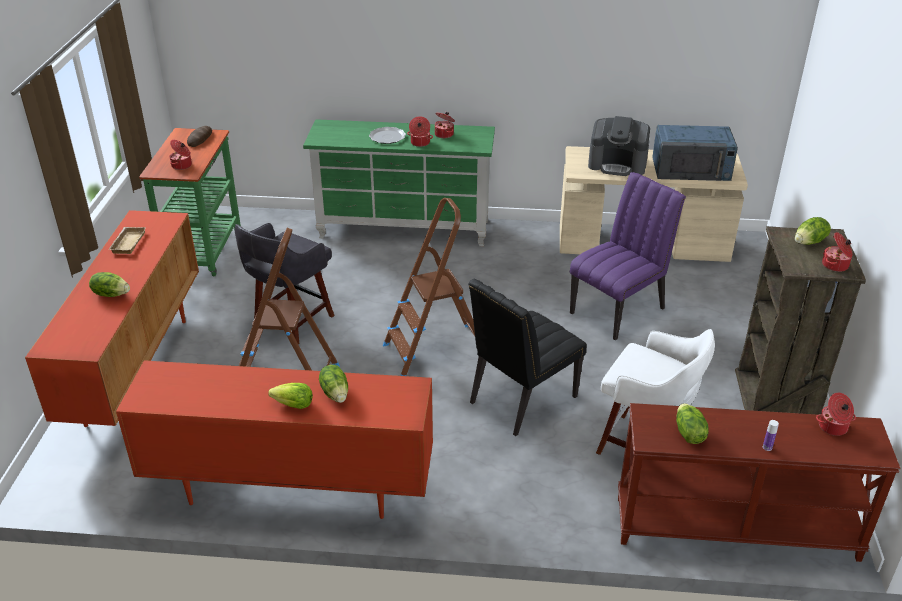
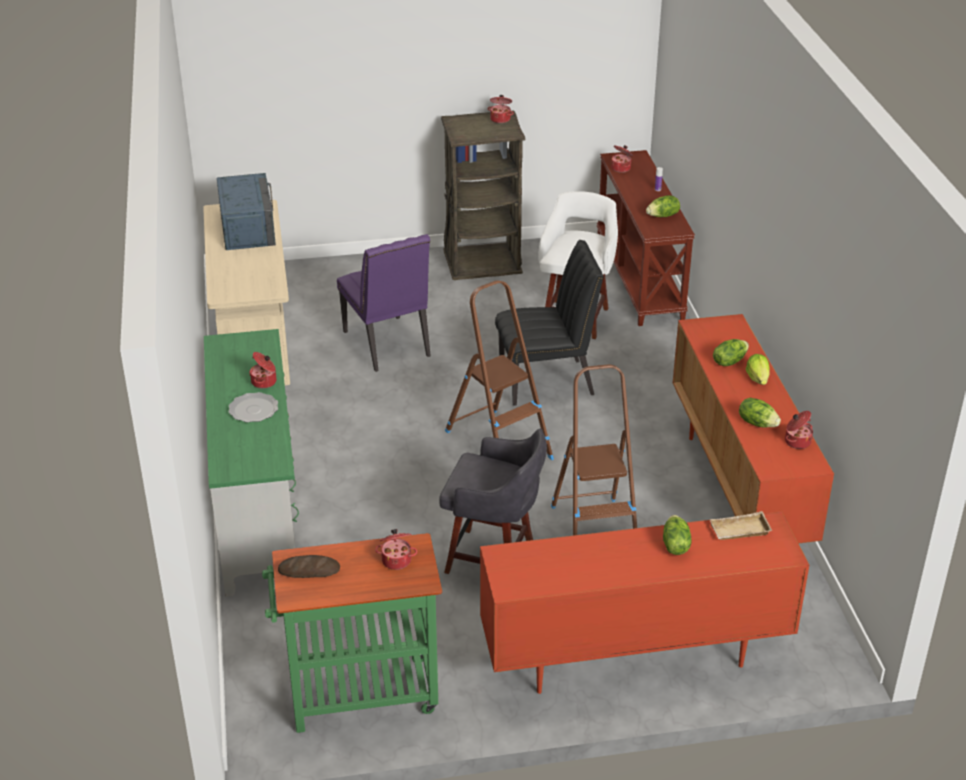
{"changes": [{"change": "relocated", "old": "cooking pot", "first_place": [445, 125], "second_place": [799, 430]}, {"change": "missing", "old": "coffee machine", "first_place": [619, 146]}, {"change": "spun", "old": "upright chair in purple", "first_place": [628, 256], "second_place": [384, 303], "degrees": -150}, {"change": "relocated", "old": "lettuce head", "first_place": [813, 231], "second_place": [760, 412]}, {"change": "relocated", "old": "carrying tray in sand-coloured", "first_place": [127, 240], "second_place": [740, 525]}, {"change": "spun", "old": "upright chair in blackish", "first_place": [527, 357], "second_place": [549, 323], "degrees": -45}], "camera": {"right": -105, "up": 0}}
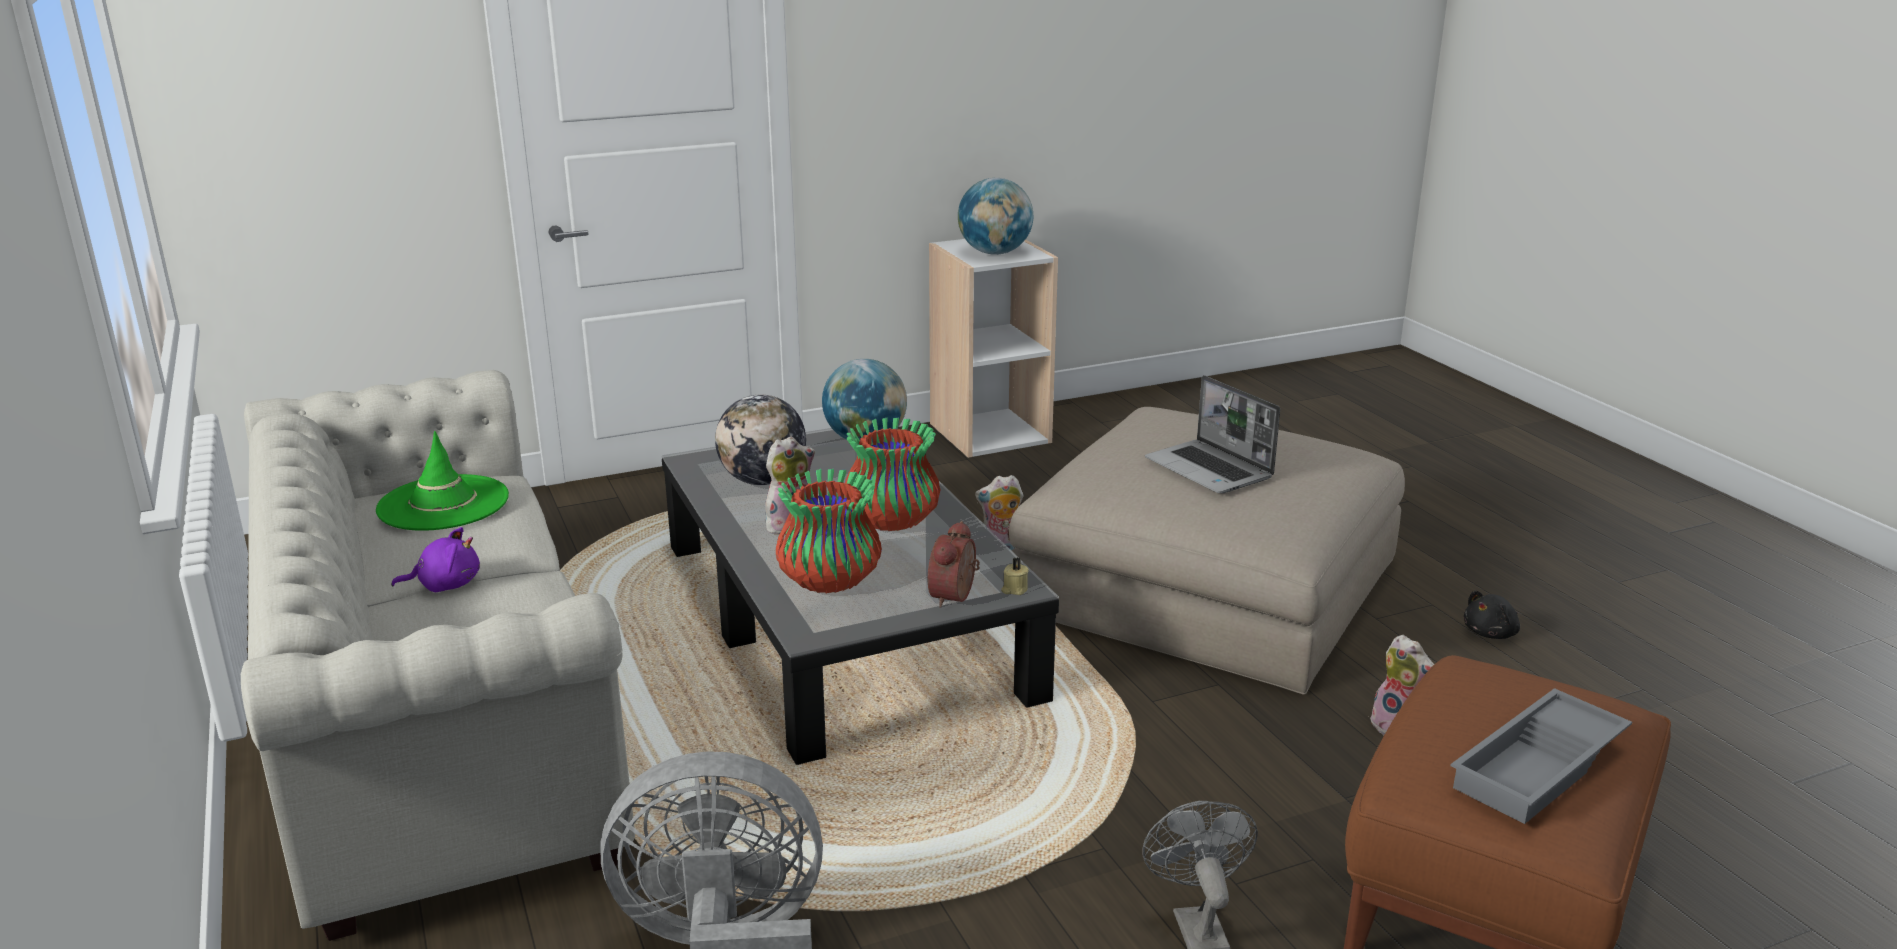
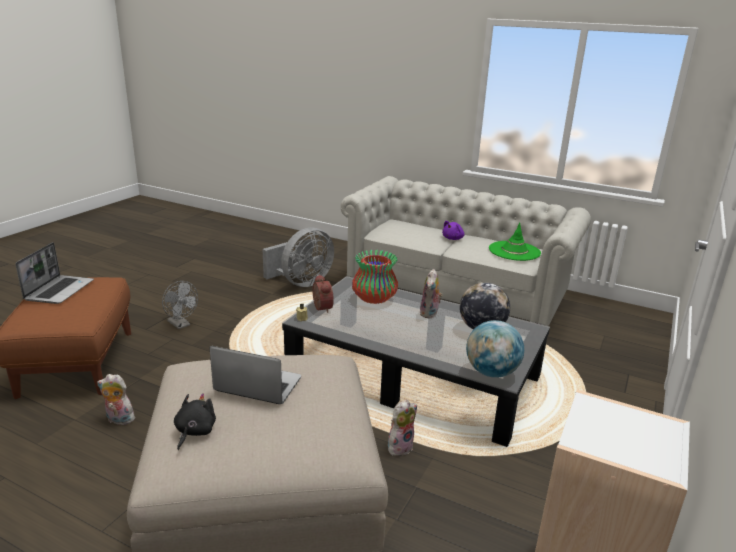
{"changes": [{"change": "missing", "old": "desk globe", "first_place": [995, 216]}, {"change": "missing", "old": "flower vase", "first_place": [892, 474]}, {"change": "relocated", "old": "plush toy in blackish", "first_place": [1492, 614], "second_place": [195, 421]}, {"change": "exchanged", "old": "carrying tray in grey", "new": "notebook computer", "first_place": [1541, 756], "second_place": [54, 273]}], "camera": {"right": 140, "up": 0}}
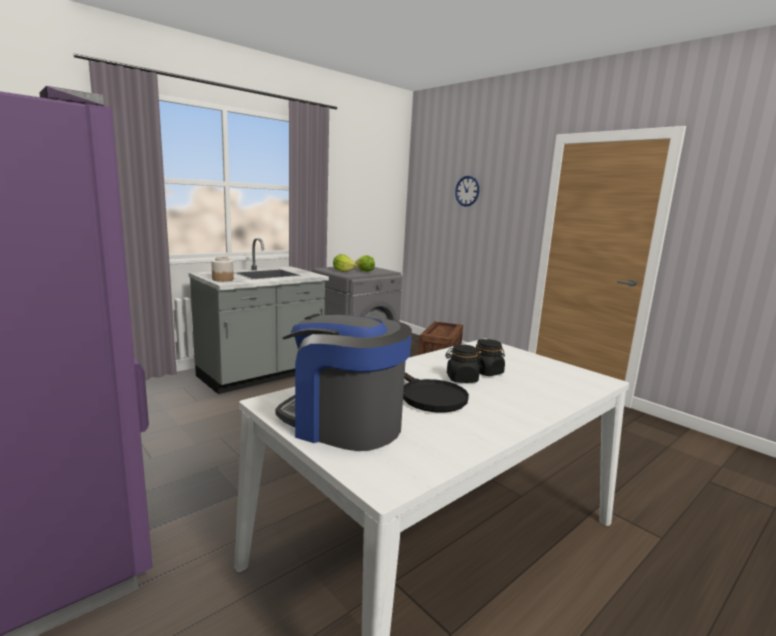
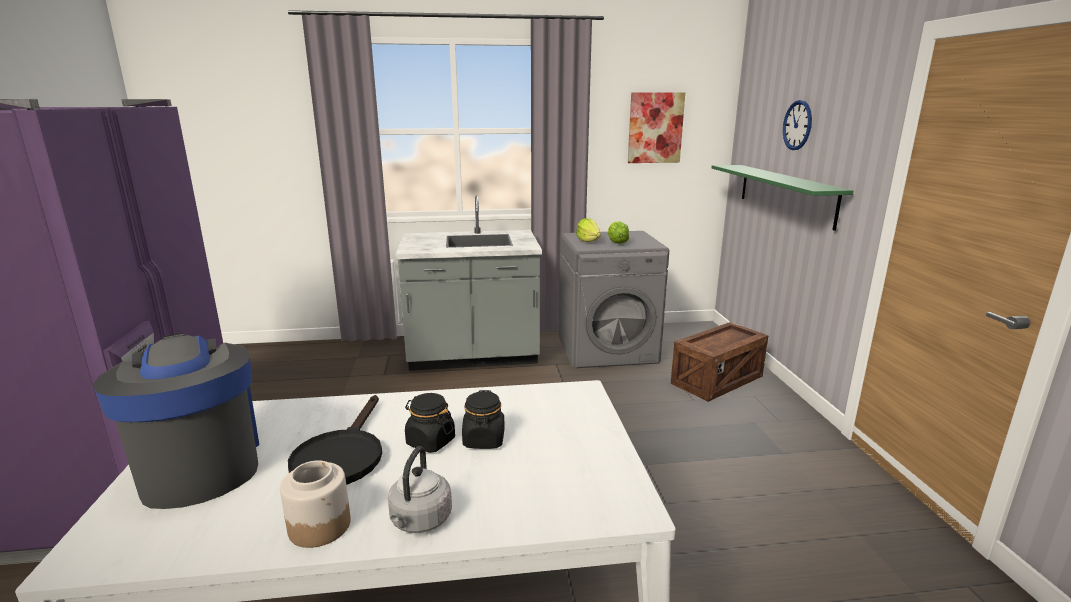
{"changes": [{"change": "relocated", "old": "jar", "first_place": [222, 269], "second_place": [315, 504]}, {"change": "appeared", "new": "wall art", "second_place": [656, 127]}, {"change": "appeared", "new": "shelf in green", "second_place": [782, 198]}, {"change": "appeared", "new": "water kettle in grey", "second_place": [420, 489]}], "camera": {"right": 35, "up": 5}}
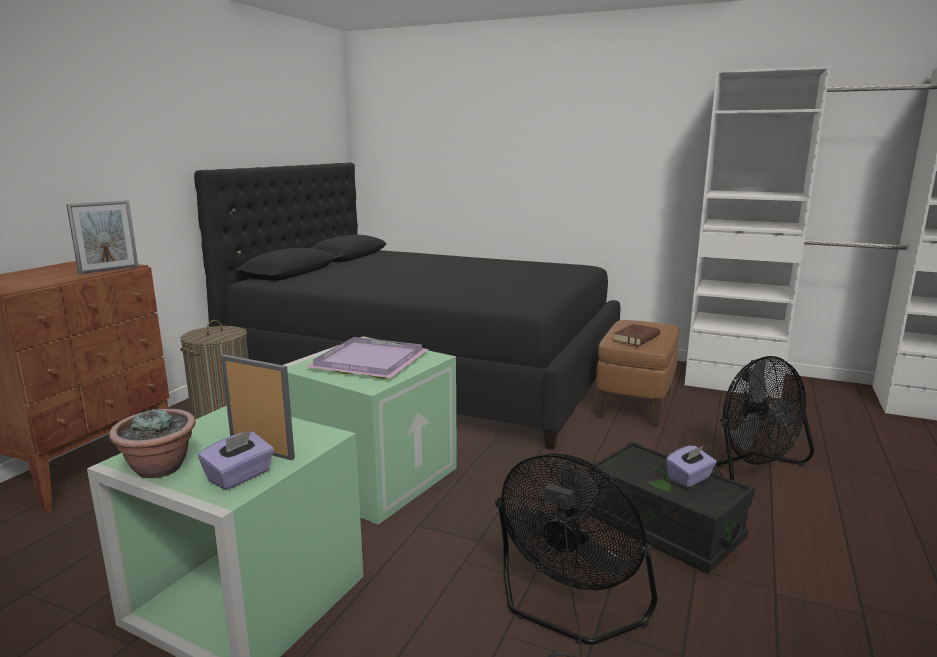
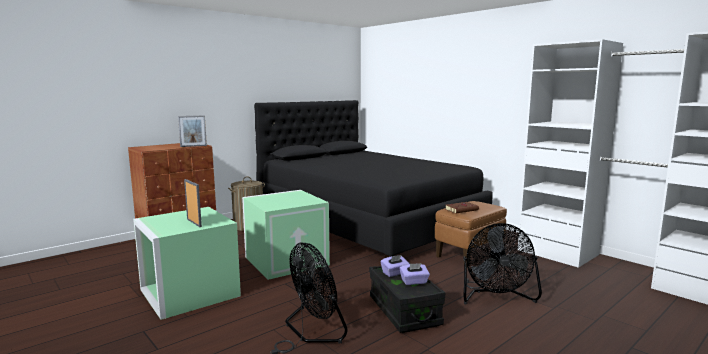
{"changes": [{"change": "missing", "old": "carrying tray in purple", "first_place": [367, 358]}, {"change": "missing", "old": "plant in a pot", "first_place": [152, 443]}, {"change": "relocated", "old": "tissue holder in purple", "first_place": [236, 460], "second_place": [394, 266]}], "camera": {"right": 25, "up": -5}}
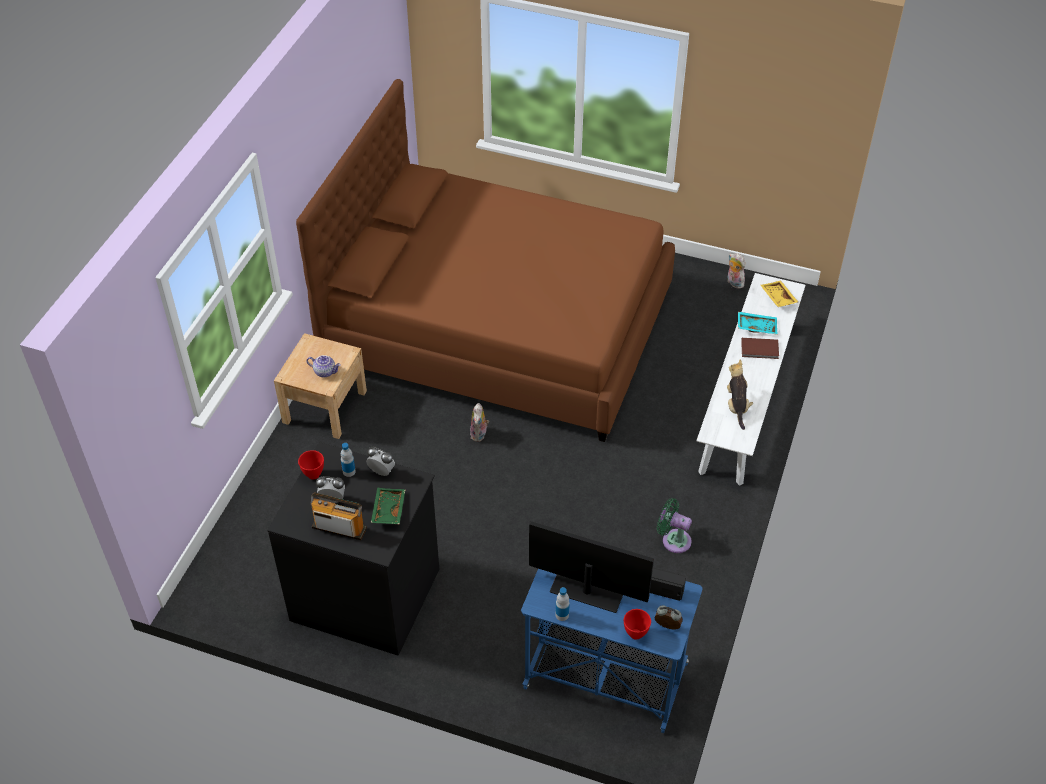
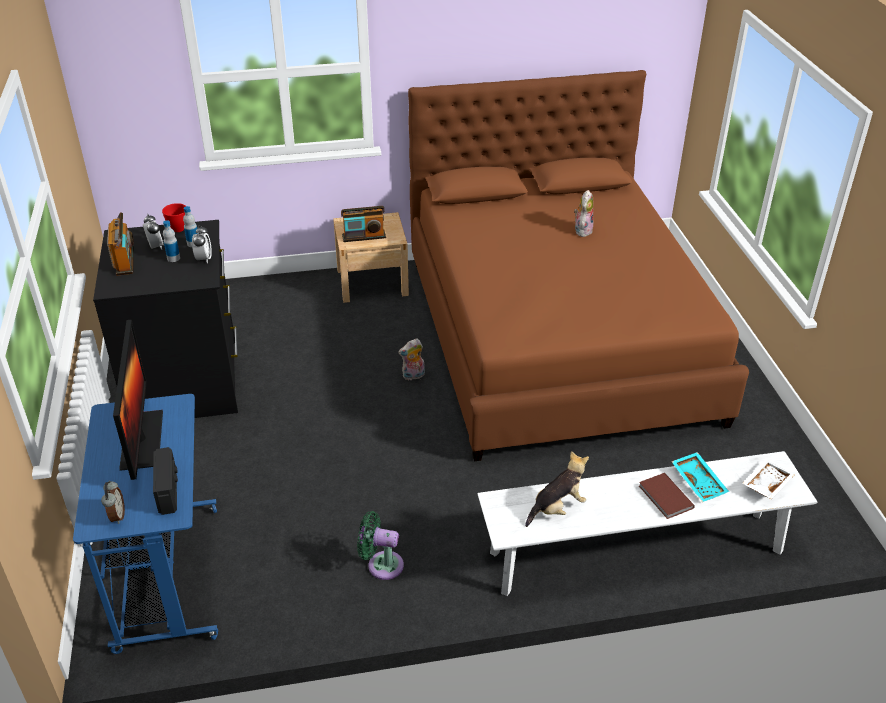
{"changes": [{"change": "relocated", "old": "plush toy", "first_place": [736, 271], "second_place": [583, 213]}, {"change": "colour", "old": "carrying tray in yellow-coloured", "new": "carrying tray in white-coloured", "first_place": [779, 294], "second_place": [768, 479]}, {"change": "exchanged", "old": "pot for tea", "new": "radio set", "first_place": [324, 366], "second_place": [363, 224]}, {"change": "missing", "old": "carrying tray in green", "first_place": [388, 506]}, {"change": "spun", "old": "cooling fan in green", "first_place": [674, 525], "second_place": [380, 545], "degrees": -75}, {"change": "relocated", "old": "drink bottle", "first_place": [562, 604], "second_place": [171, 241]}, {"change": "missing", "old": "serving bowl in red", "first_place": [637, 624]}], "camera": {"right": 60, "up": -10}}
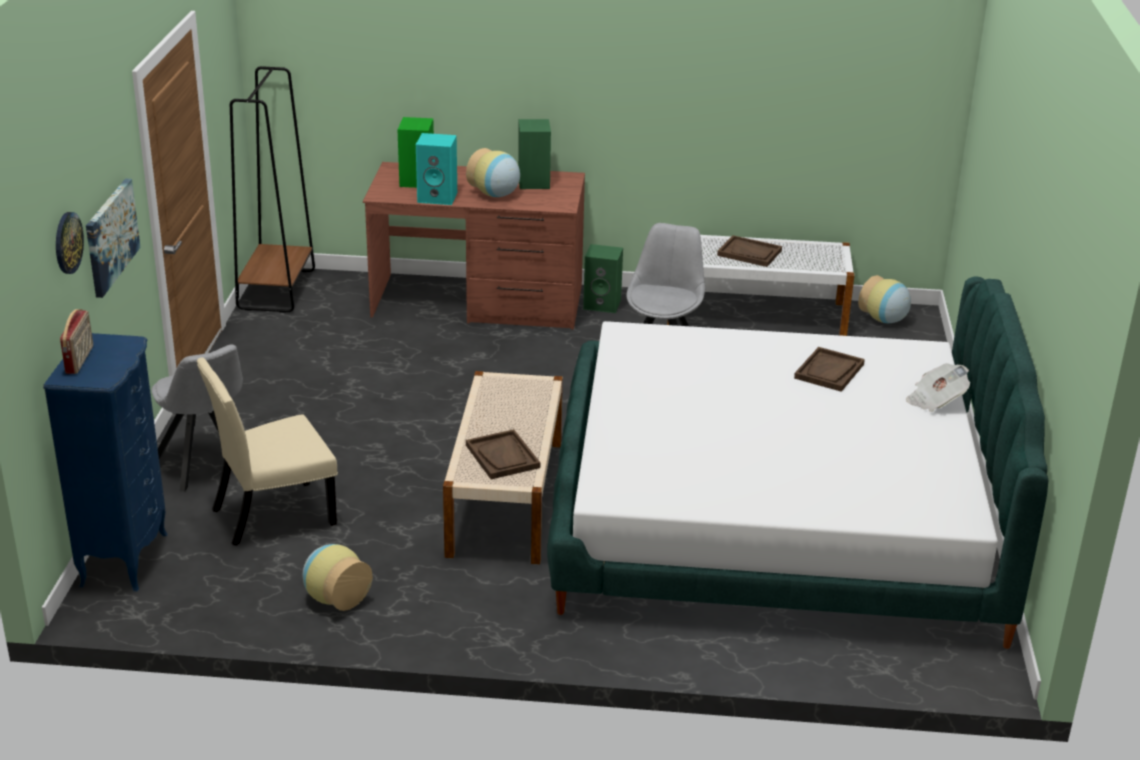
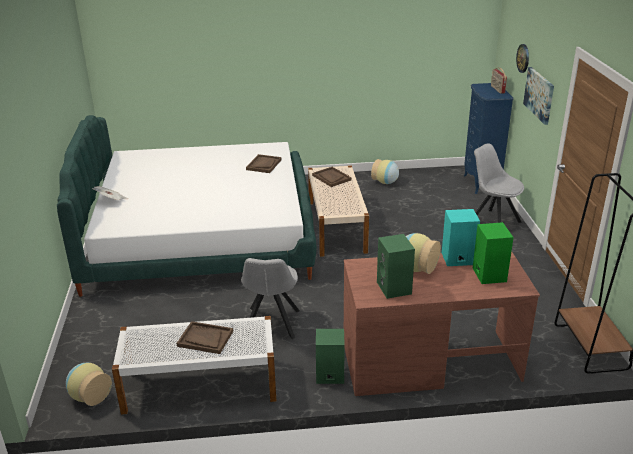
{"changes": [{"change": "relocated", "old": "carrying tray in brownish", "first_place": [829, 369], "second_place": [263, 163]}, {"change": "missing", "old": "upright chair in sand-coloured", "first_place": [267, 452]}], "camera": {"right": 170, "up": 0}}
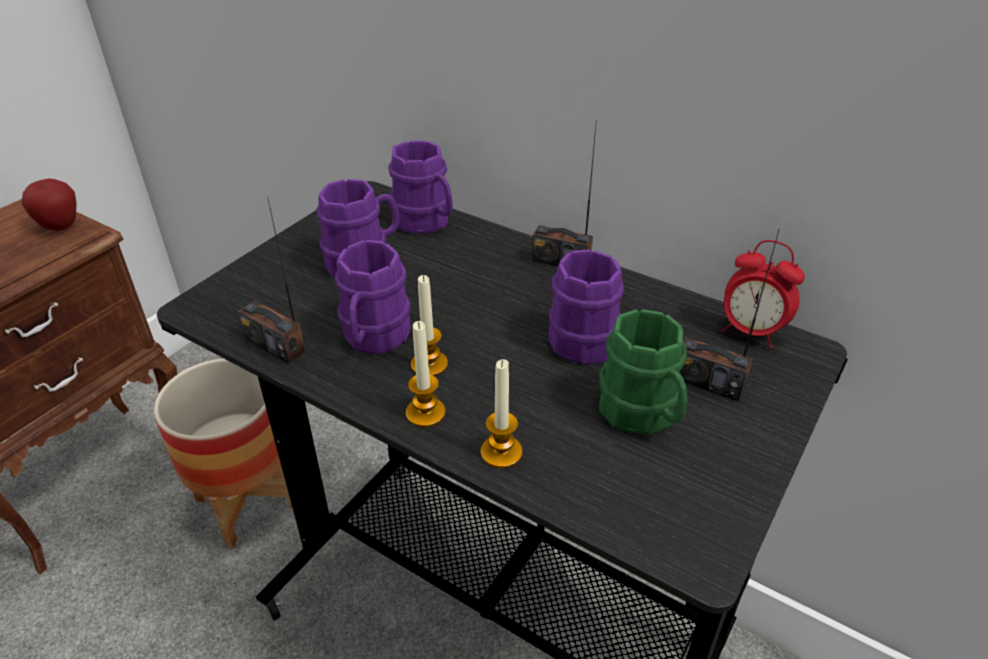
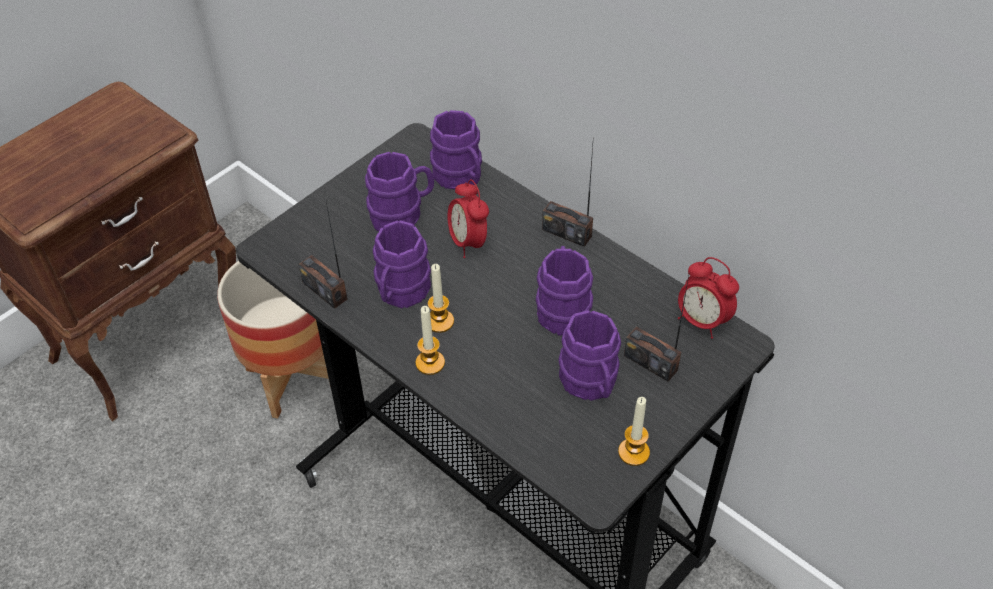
{"changes": [{"change": "missing", "old": "apple", "first_place": [49, 205]}, {"change": "colour", "old": "coffee mug in green", "new": "coffee mug in purple", "first_place": [643, 372], "second_place": [589, 355]}, {"change": "relocated", "old": "wax light", "first_place": [501, 413], "second_place": [634, 431]}, {"change": "appeared", "new": "table clock", "second_place": [468, 219]}], "camera": {"right": 10, "up": 10}}
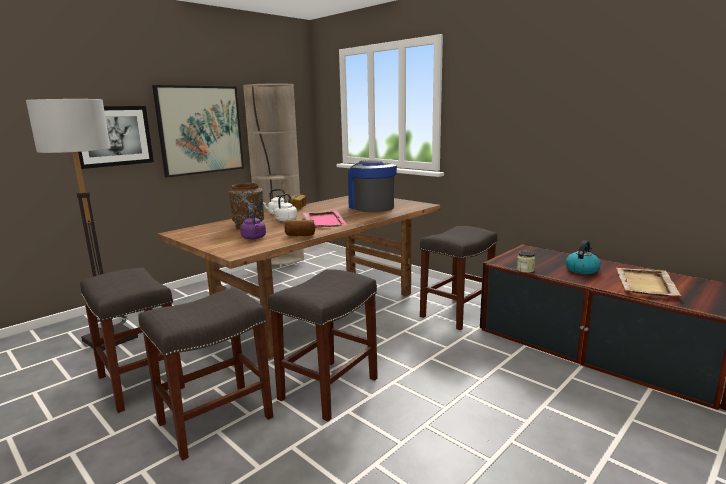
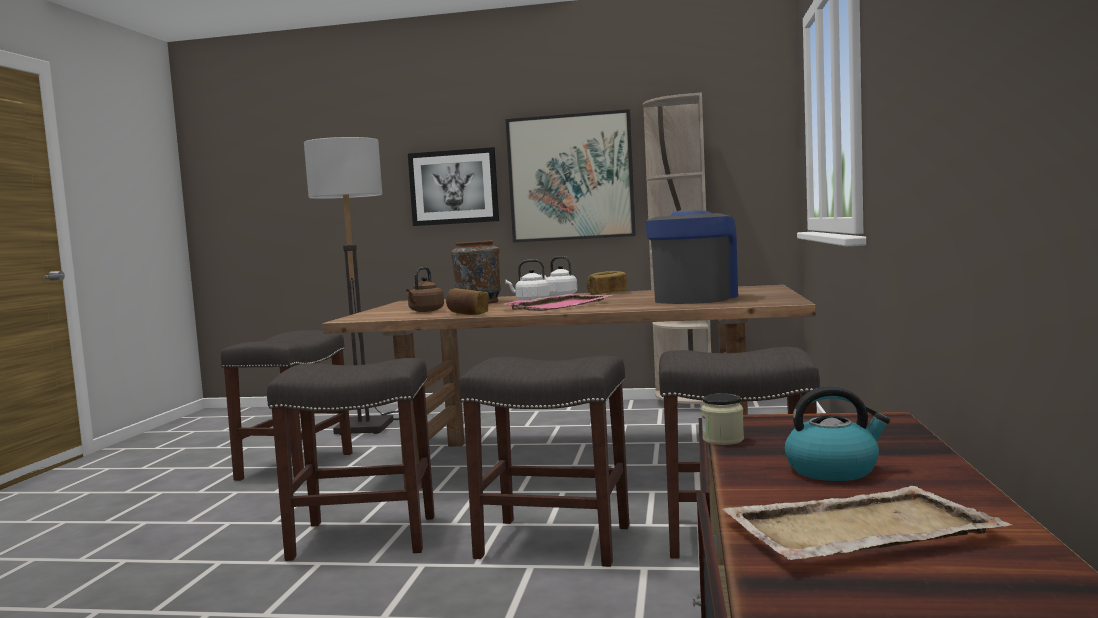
{"changes": [{"change": "colour", "old": "water kettle in purple", "new": "water kettle in brownish", "first_place": [253, 224], "second_place": [425, 289]}, {"change": "relocated", "old": "stool seat in grey", "first_place": [205, 374], "second_place": [544, 461]}], "camera": {"right": 55, "up": -10}}
